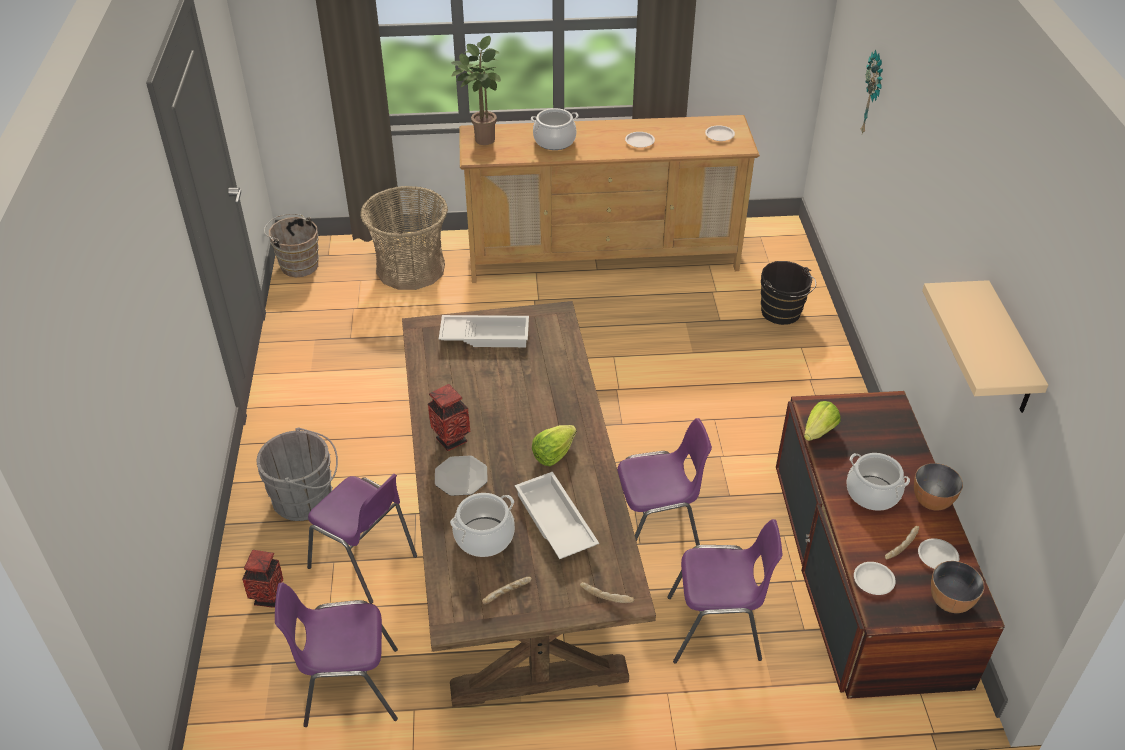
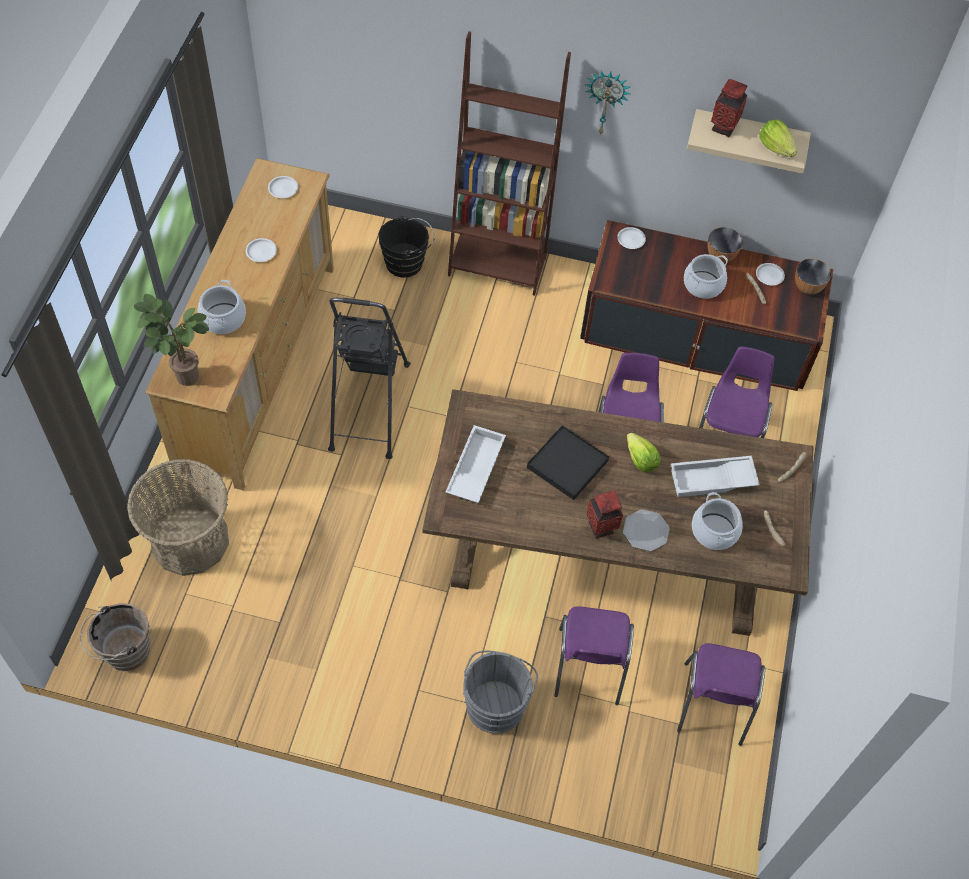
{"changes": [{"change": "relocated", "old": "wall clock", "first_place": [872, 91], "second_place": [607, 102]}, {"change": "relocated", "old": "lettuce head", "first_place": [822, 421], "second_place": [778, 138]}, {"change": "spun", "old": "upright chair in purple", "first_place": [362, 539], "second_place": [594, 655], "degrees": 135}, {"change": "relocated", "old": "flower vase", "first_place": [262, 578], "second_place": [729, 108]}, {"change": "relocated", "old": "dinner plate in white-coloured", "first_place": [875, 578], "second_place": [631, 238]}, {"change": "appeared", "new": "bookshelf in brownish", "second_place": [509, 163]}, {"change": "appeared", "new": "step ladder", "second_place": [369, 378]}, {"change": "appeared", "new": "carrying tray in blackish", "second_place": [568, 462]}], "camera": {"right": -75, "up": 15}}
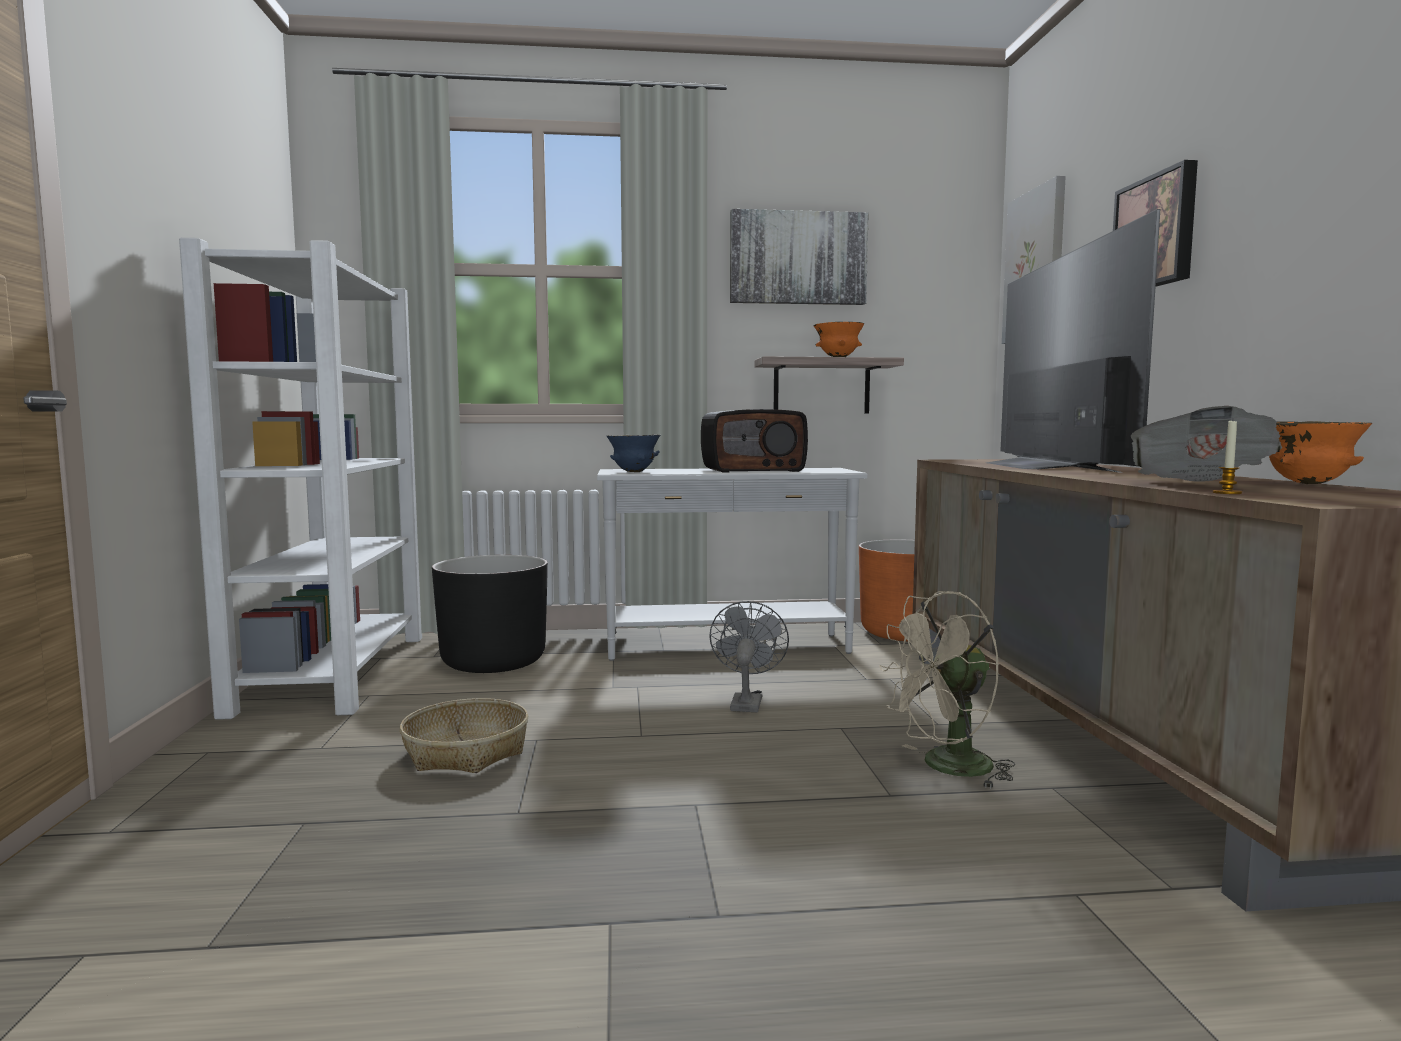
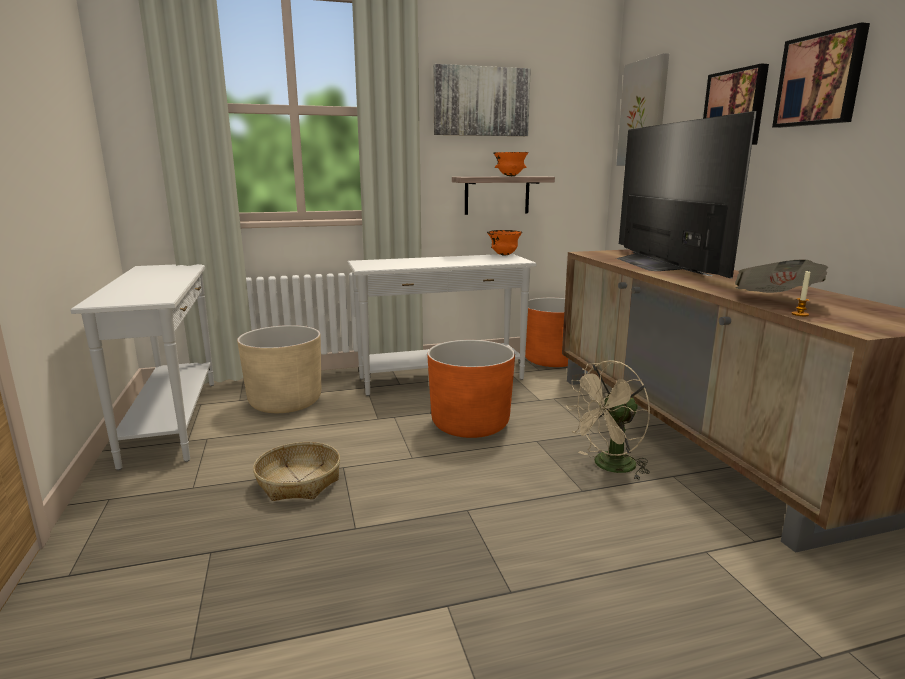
{"changes": [{"change": "exchanged", "old": "bookshelf in white-coloured", "new": "narrow table in white-coloured", "first_place": [300, 478], "second_place": [142, 367]}, {"change": "missing", "old": "radio set", "first_place": [754, 441]}, {"change": "relocated", "old": "serving bowl in orange-coloured", "first_place": [1320, 452], "second_place": [504, 242]}, {"change": "missing", "old": "serving bowl in blue", "first_place": [633, 453]}, {"change": "colour", "old": "plant pot in blackish", "new": "plant pot in sand-coloured", "first_place": [490, 614], "second_place": [279, 369]}, {"change": "exchanged", "old": "cooling fan in grey", "new": "plant pot in orange-coloured", "first_place": [749, 656], "second_place": [471, 389]}, {"change": "appeared", "new": "wall art", "second_place": [821, 75]}], "camera": {"right": -10, "up": 10}}
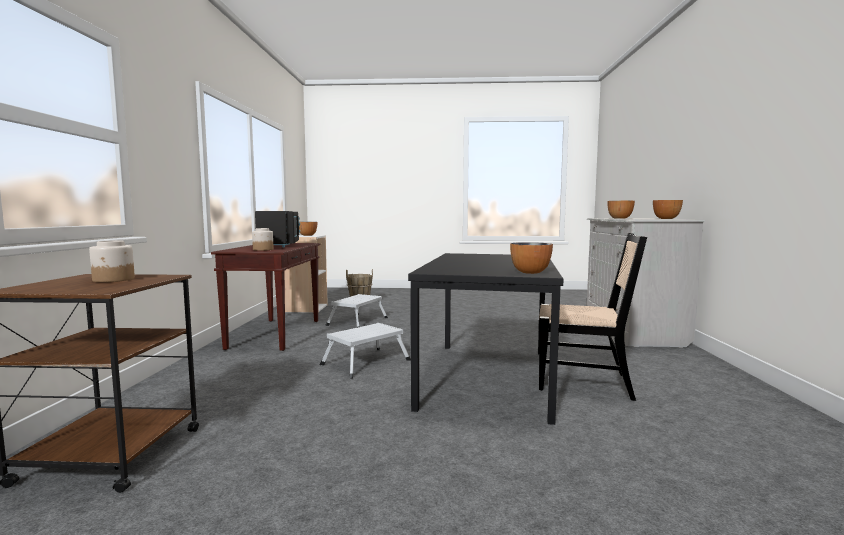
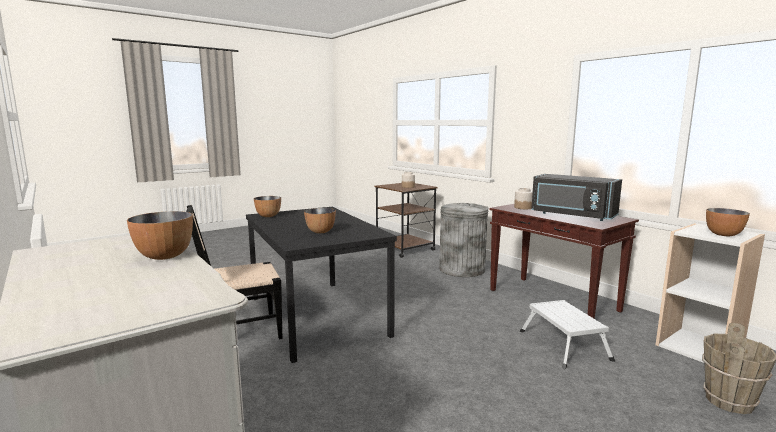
{"changes": [{"change": "relocated", "old": "serving bowl", "first_place": [668, 209], "second_place": [320, 220]}, {"change": "missing", "old": "step ladder in white-coloured", "first_place": [365, 351]}, {"change": "appeared", "new": "waste bin in grey", "second_place": [464, 240]}], "camera": {"right": 140, "up": 5}}
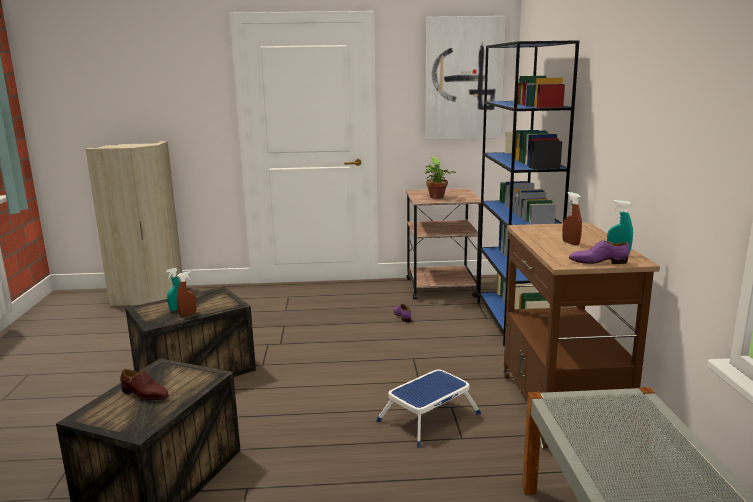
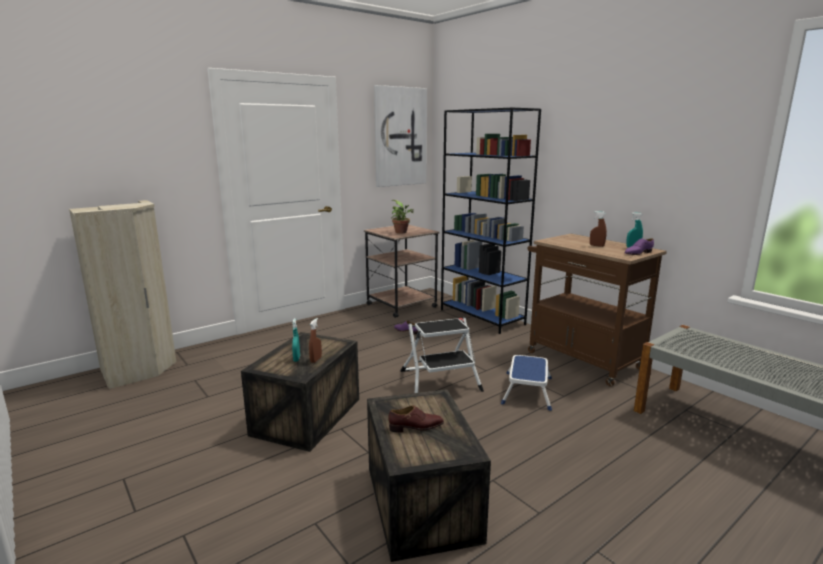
{"changes": [{"change": "appeared", "new": "step ladder", "second_place": [442, 355]}], "camera": {"right": -35, "up": 0}}
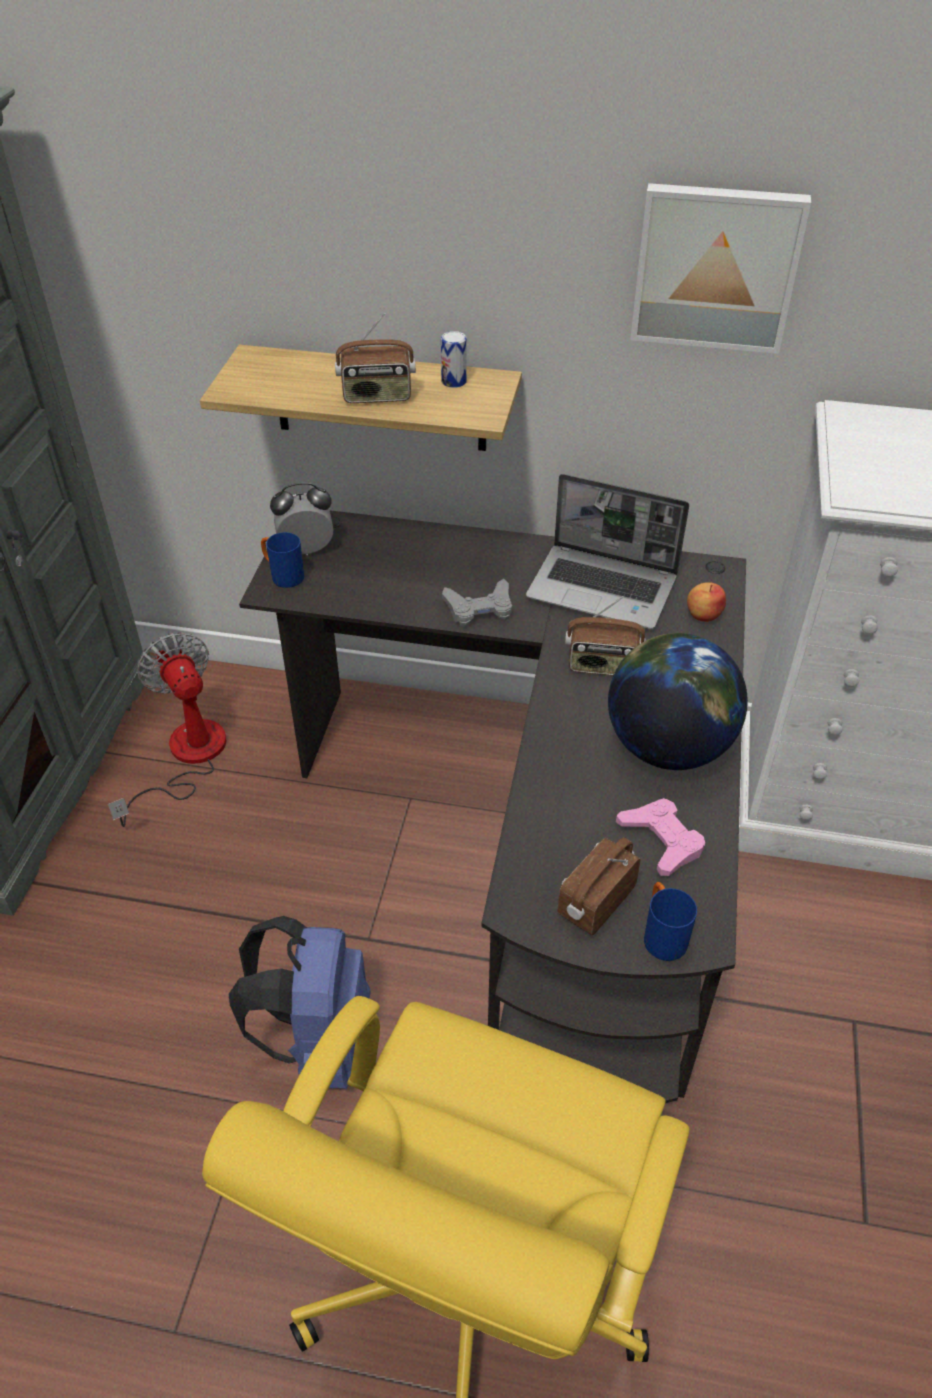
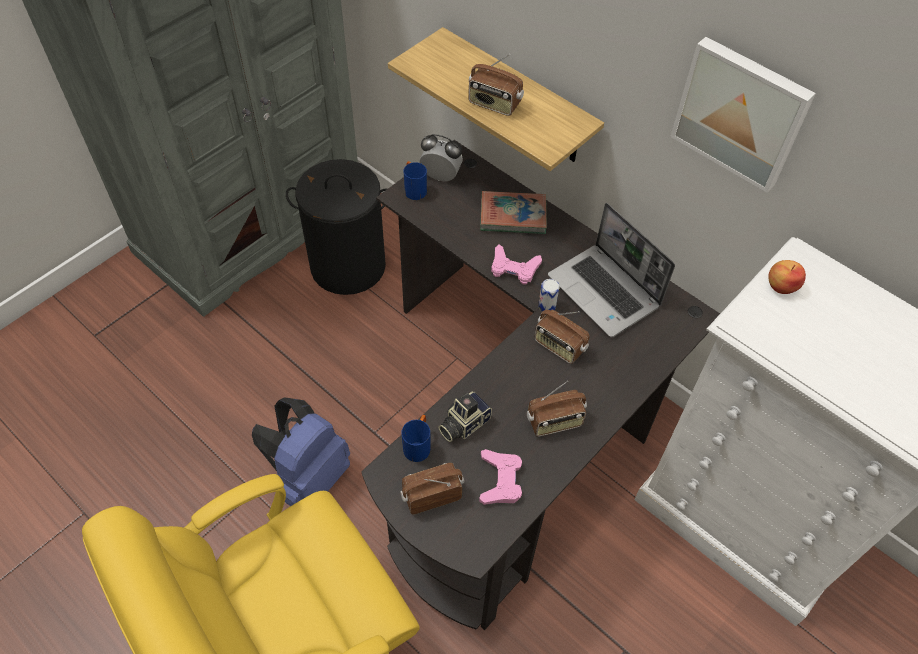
{"changes": [{"change": "relocated", "old": "metal can", "first_place": [454, 359], "second_place": [549, 295]}, {"change": "colour", "old": "joypad in grey", "new": "joypad in pink-coloured", "first_place": [477, 603], "second_place": [516, 264]}, {"change": "relocated", "old": "apple", "first_place": [706, 602], "second_place": [787, 277]}, {"change": "exchanged", "old": "cooling fan", "new": "laundry basket in blackish", "first_place": [167, 729], "second_place": [336, 227]}, {"change": "exchanged", "old": "desk globe", "new": "radio set", "first_place": [678, 701], "second_place": [557, 408]}, {"change": "relocated", "old": "coffee mug in blue", "first_place": [670, 921], "second_place": [415, 438]}, {"change": "appeared", "new": "volume", "second_place": [513, 212]}, {"change": "appeared", "new": "still camera", "second_place": [465, 416]}], "camera": {"right": 30, "up": 10}}
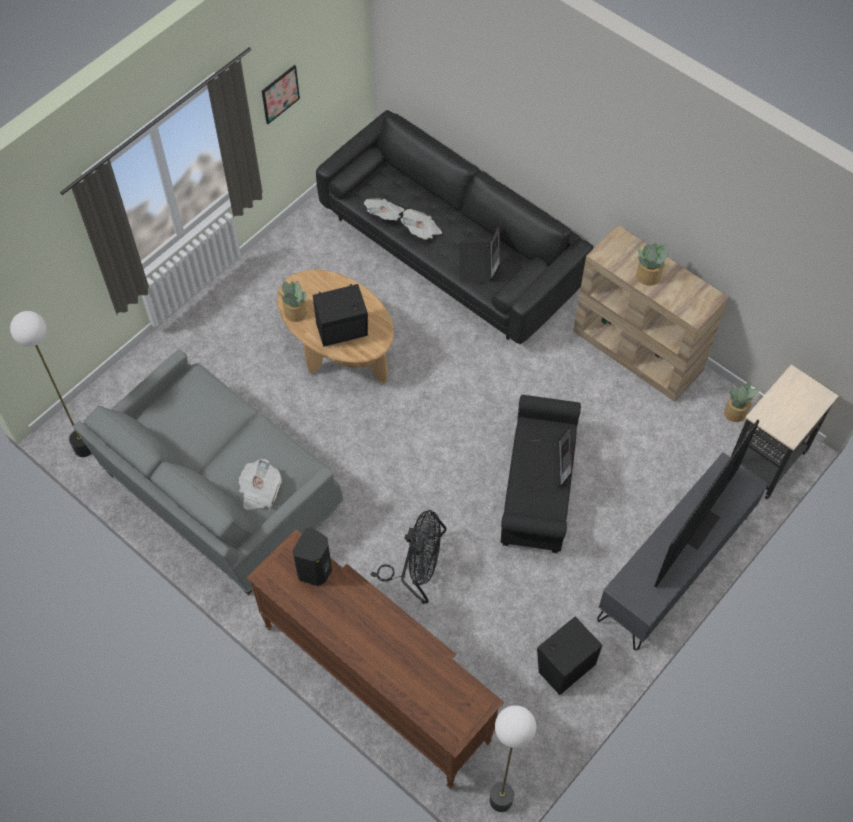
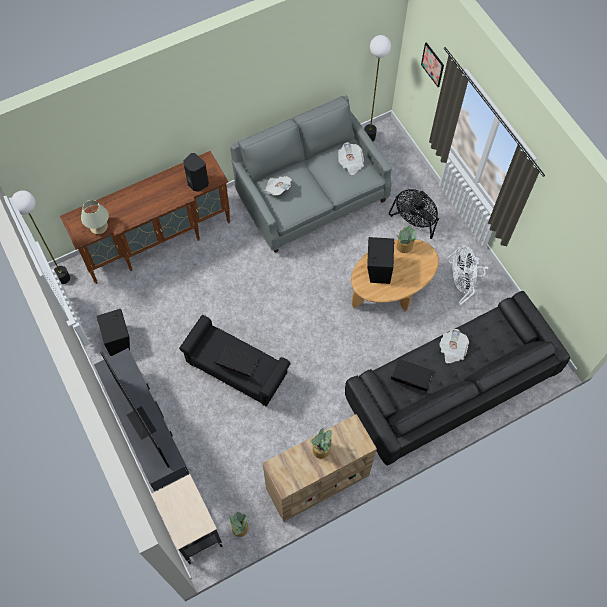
{"changes": [{"change": "relocated", "old": "wall art", "first_place": [281, 94], "second_place": [432, 64]}, {"change": "relocated", "old": "printed paper", "first_place": [384, 210], "second_place": [351, 158]}, {"change": "relocated", "old": "cooling fan in blackish", "first_place": [408, 557], "second_place": [414, 214]}, {"change": "appeared", "new": "lamp for a table in sand-coloured", "second_place": [95, 217]}, {"change": "appeared", "new": "cooling fan in white-coloured", "second_place": [468, 276]}], "camera": {"right": 110, "up": 5}}
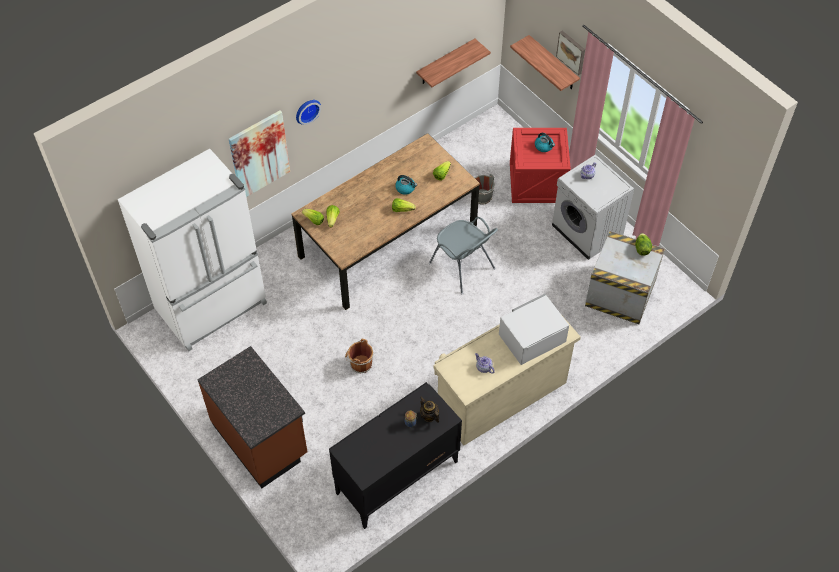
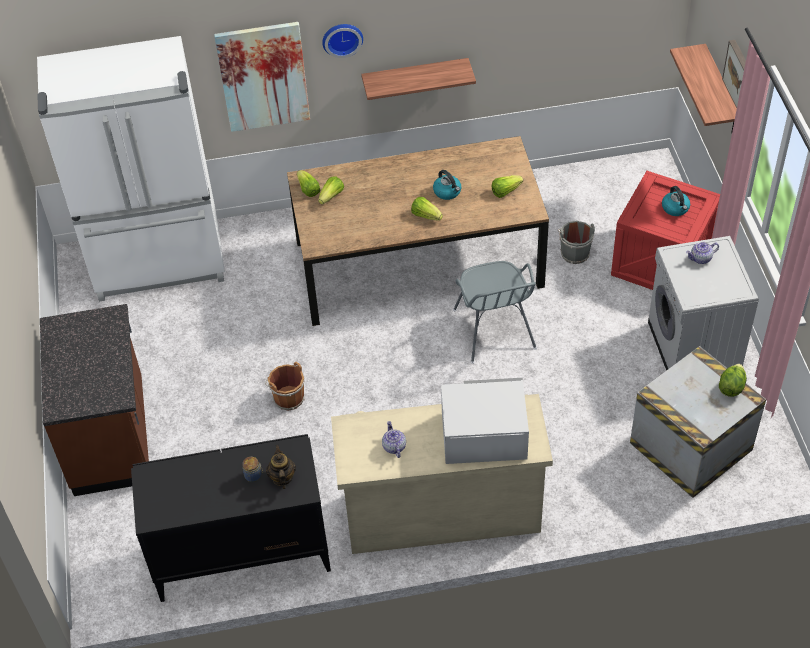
{"changes": [{"change": "relocated", "old": "shelf", "first_place": [453, 63], "second_place": [418, 79]}], "camera": {"right": 30, "up": -5}}
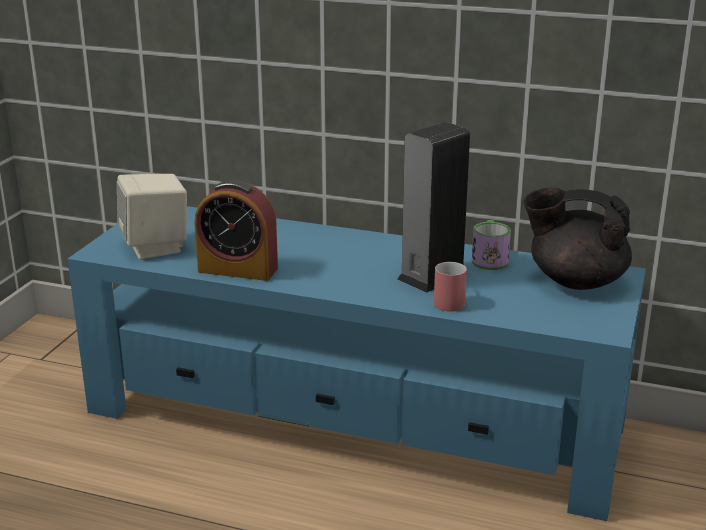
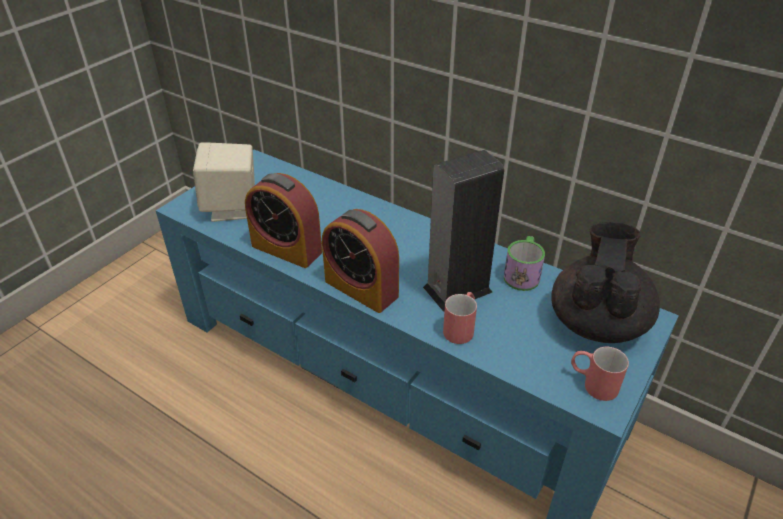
{"changes": [{"change": "spun", "old": "pot for tea in blackish", "first_place": [578, 239], "second_place": [606, 282], "degrees": 75}, {"change": "appeared", "new": "table clock", "second_place": [360, 261]}, {"change": "appeared", "new": "coffee mug in red", "second_place": [600, 374]}], "camera": {"right": 15, "up": 15}}
